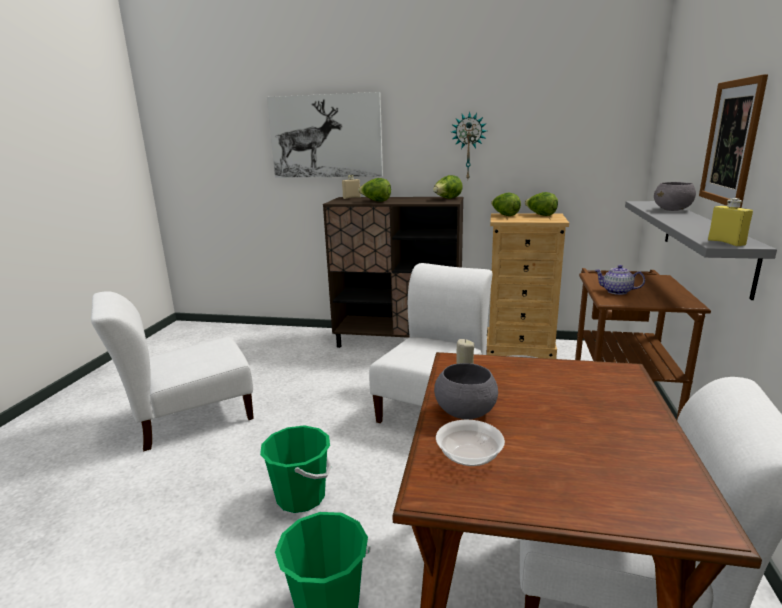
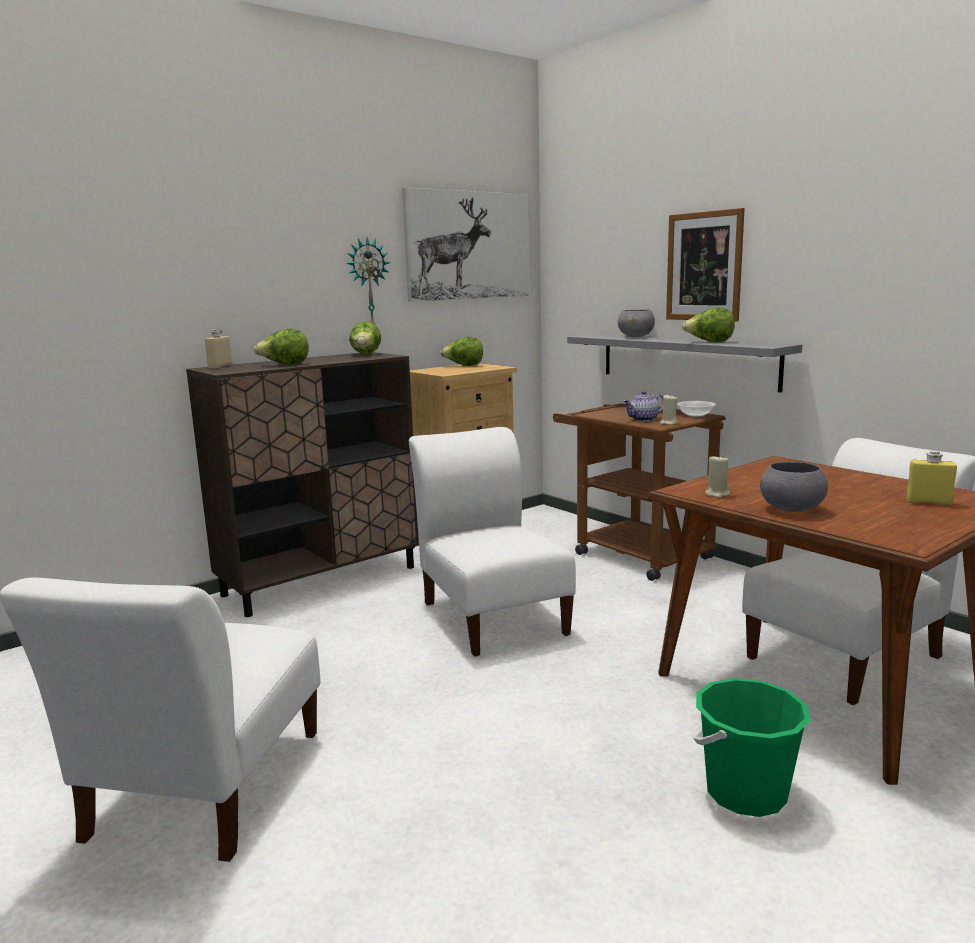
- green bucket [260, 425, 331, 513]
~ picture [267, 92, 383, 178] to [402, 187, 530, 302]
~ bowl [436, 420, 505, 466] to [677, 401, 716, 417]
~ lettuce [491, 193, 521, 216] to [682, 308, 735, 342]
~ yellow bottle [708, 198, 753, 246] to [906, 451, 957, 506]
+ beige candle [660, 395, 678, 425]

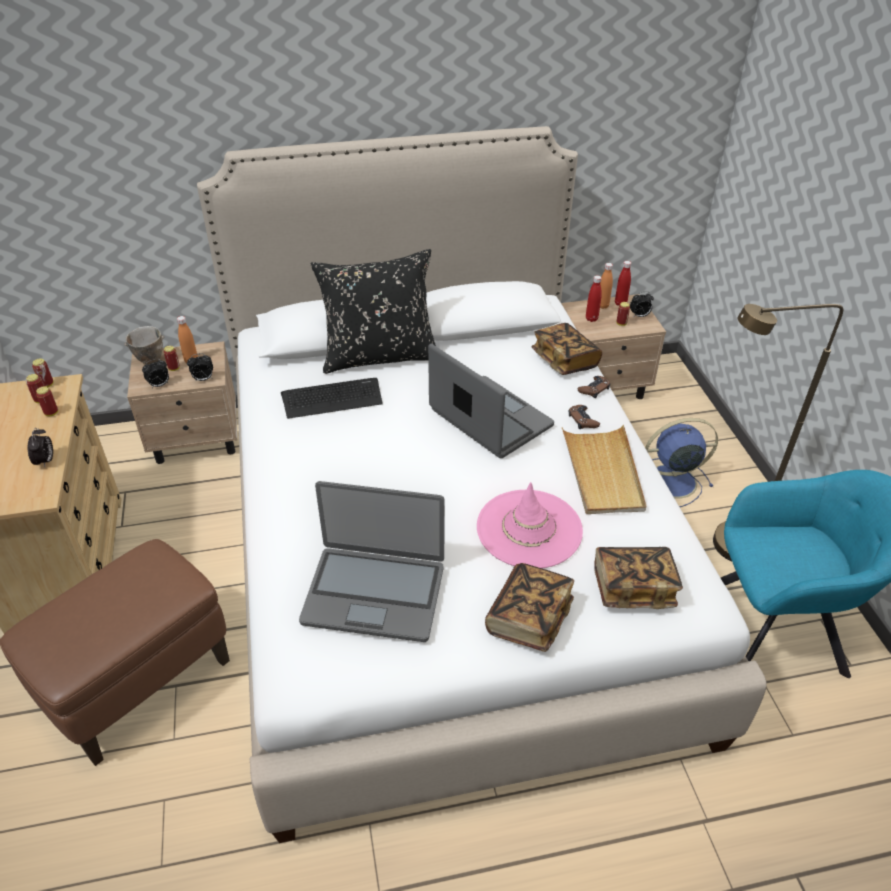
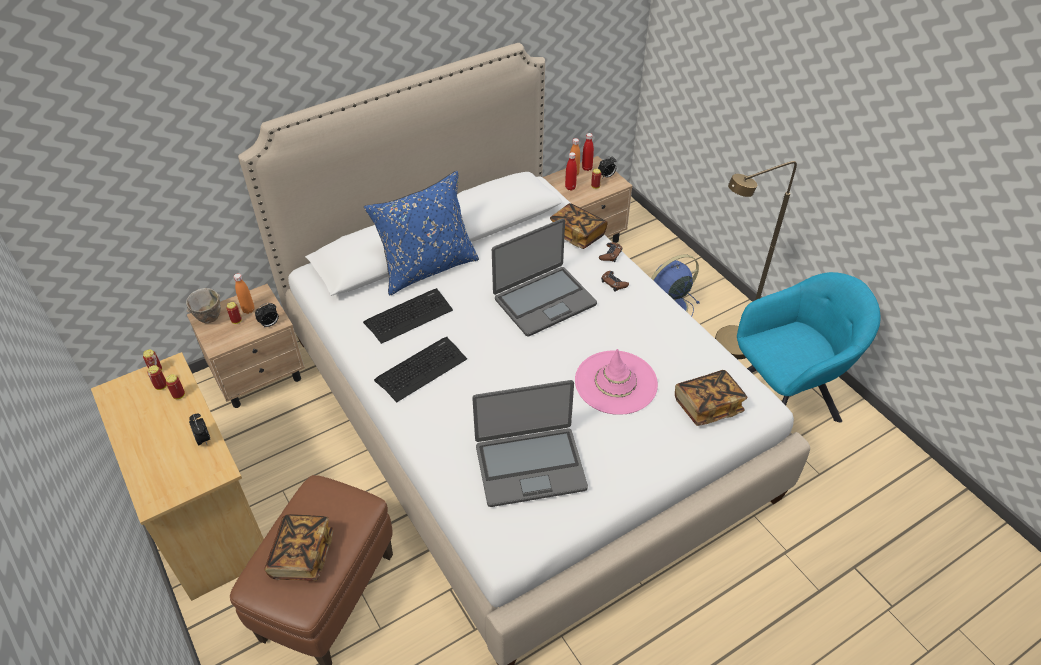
- alarm clock [142, 359, 169, 388]
~ black pillow [310, 249, 436, 374] to blue pillow [364, 171, 479, 295]
~ laptop [428, 344, 554, 458] = [492, 219, 597, 337] 120 degrees clockwise
~ book [485, 563, 574, 652] to [264, 514, 334, 581]
- beige tray [562, 425, 646, 514]
+ keyboard [374, 337, 467, 402]

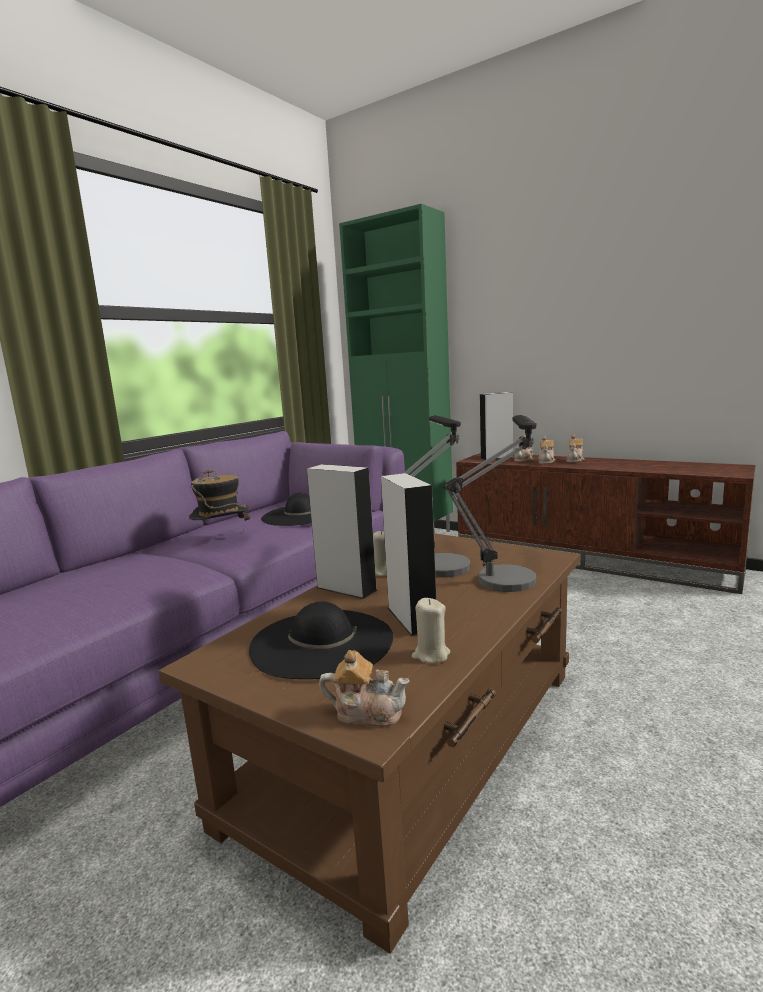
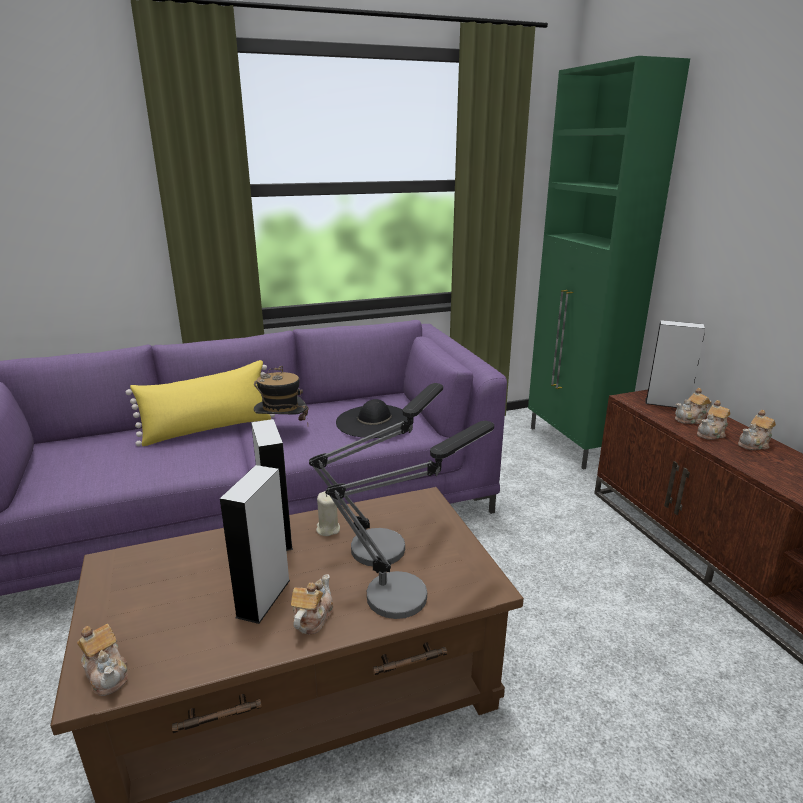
- black hat [249, 601, 393, 679]
- beige candle [412, 598, 450, 664]
+ yellow pillow [126, 360, 275, 446]
+ teapot [291, 574, 333, 634]

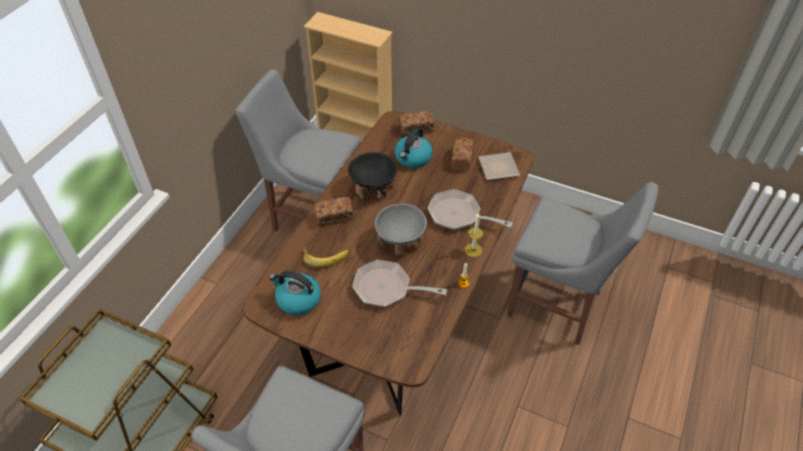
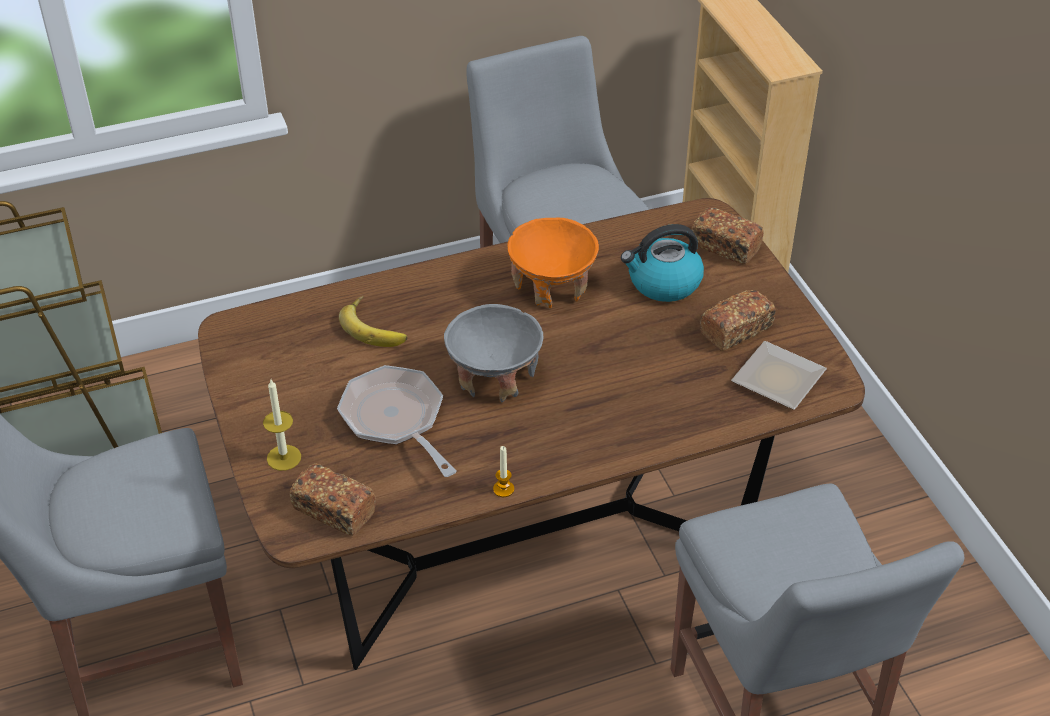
- kettle [269, 271, 321, 315]
~ bread [314, 197, 353, 226] to [290, 463, 376, 536]
~ black bowl [348, 152, 397, 200] to orange bowl [507, 218, 599, 308]
- frying pan [427, 189, 513, 230]
~ candle [465, 213, 483, 257] to [263, 380, 301, 471]

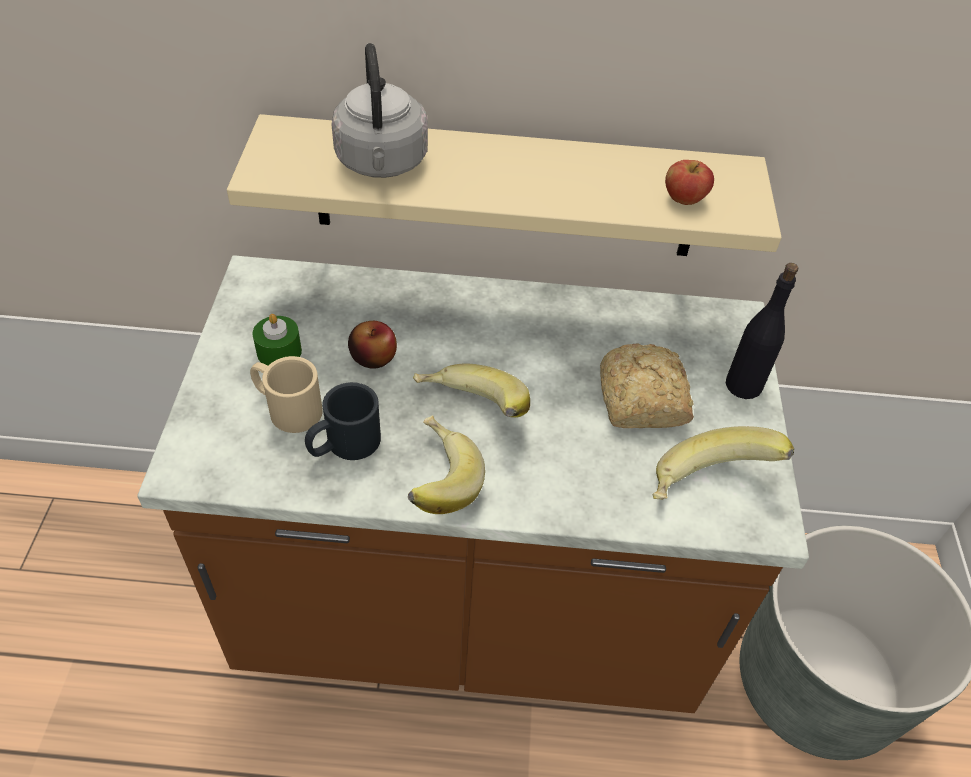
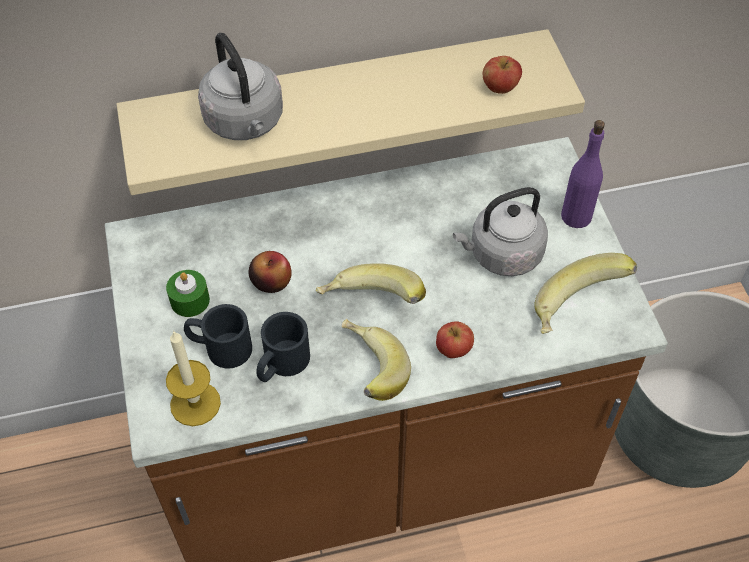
~ beige mug [250, 356, 323, 433] to black mug [184, 304, 252, 369]
~ bread [600, 344, 694, 428] to grey kettle [453, 187, 548, 276]
~ black bottle [726, 263, 798, 399] to purple bottle [561, 120, 605, 228]
+ candle [166, 330, 221, 426]
+ apple [436, 321, 474, 358]

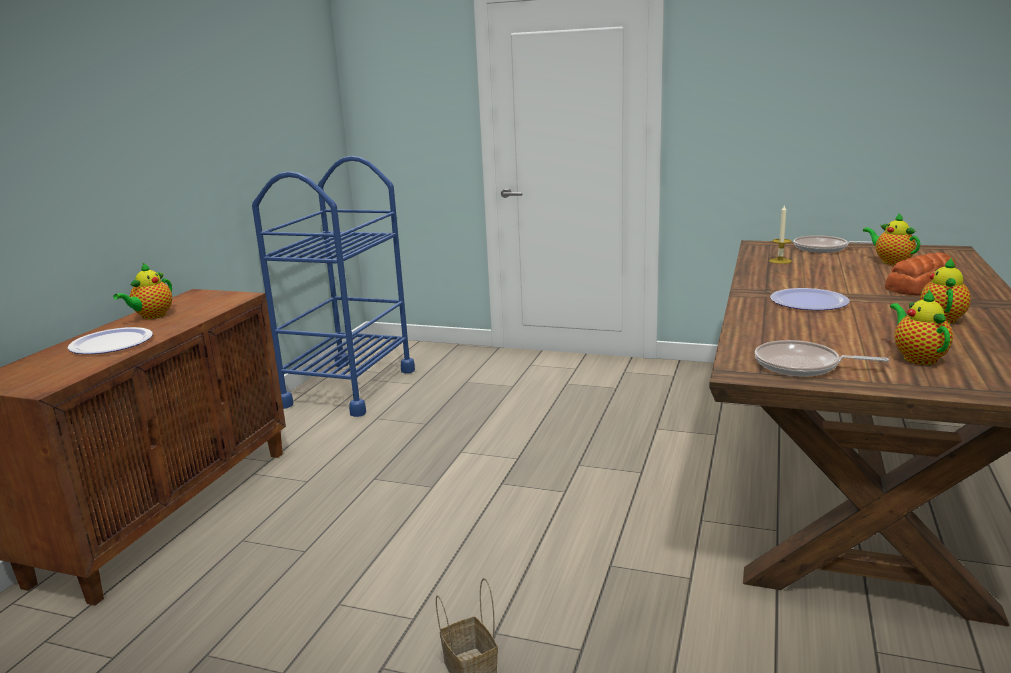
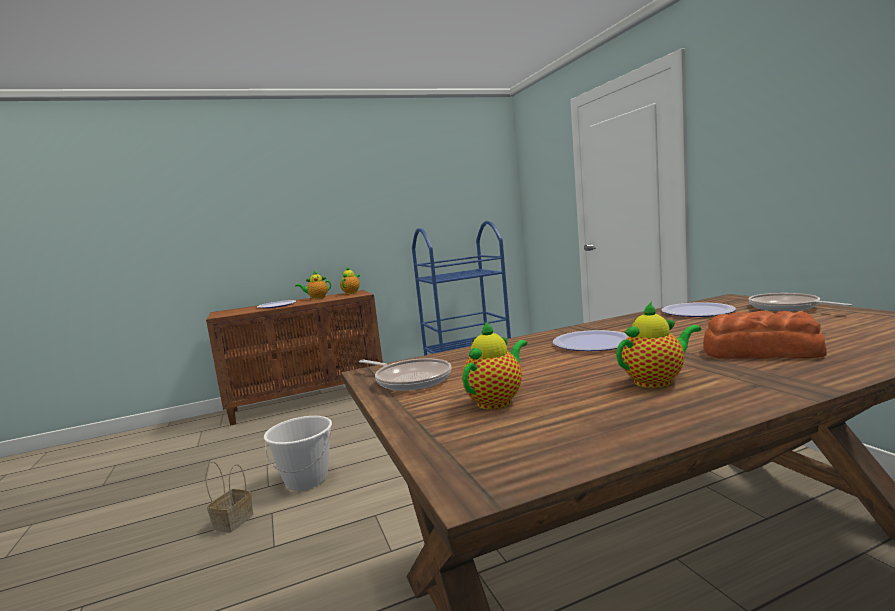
~ frying pan [755, 340, 890, 377] = [359, 358, 451, 391] 150 degrees clockwise
~ candle [769, 204, 792, 264] to plate [661, 302, 736, 317]
~ teapot [863, 213, 920, 265] to [340, 266, 360, 294]
+ white bucket [264, 416, 332, 491]

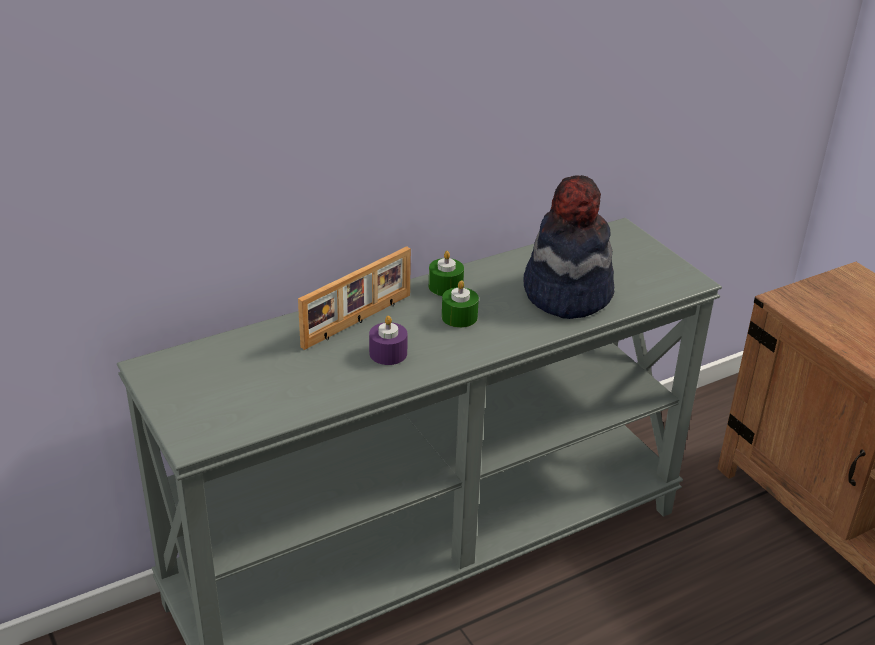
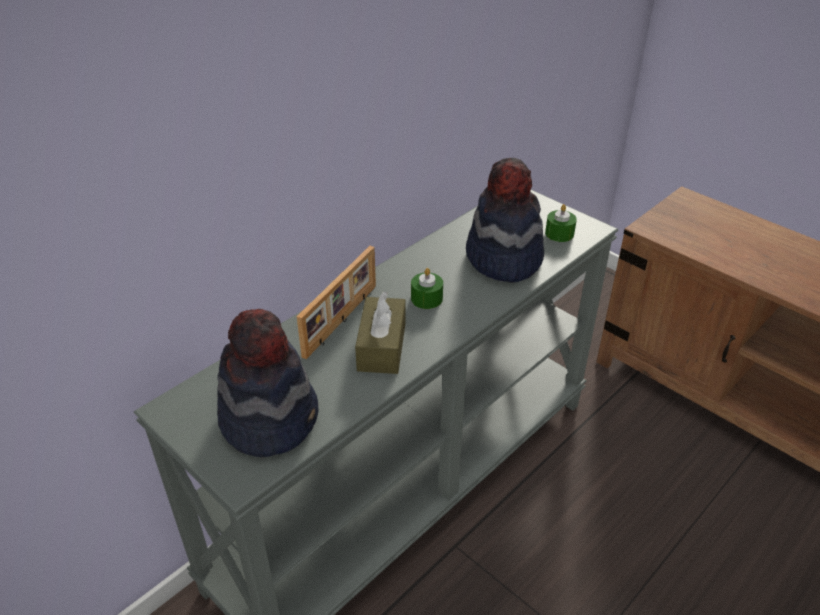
~ purple candle [369, 316, 408, 365] to brown tissue box [355, 291, 405, 374]
~ green candle [429, 251, 464, 296] to [545, 204, 577, 242]
+ hat [217, 309, 318, 457]

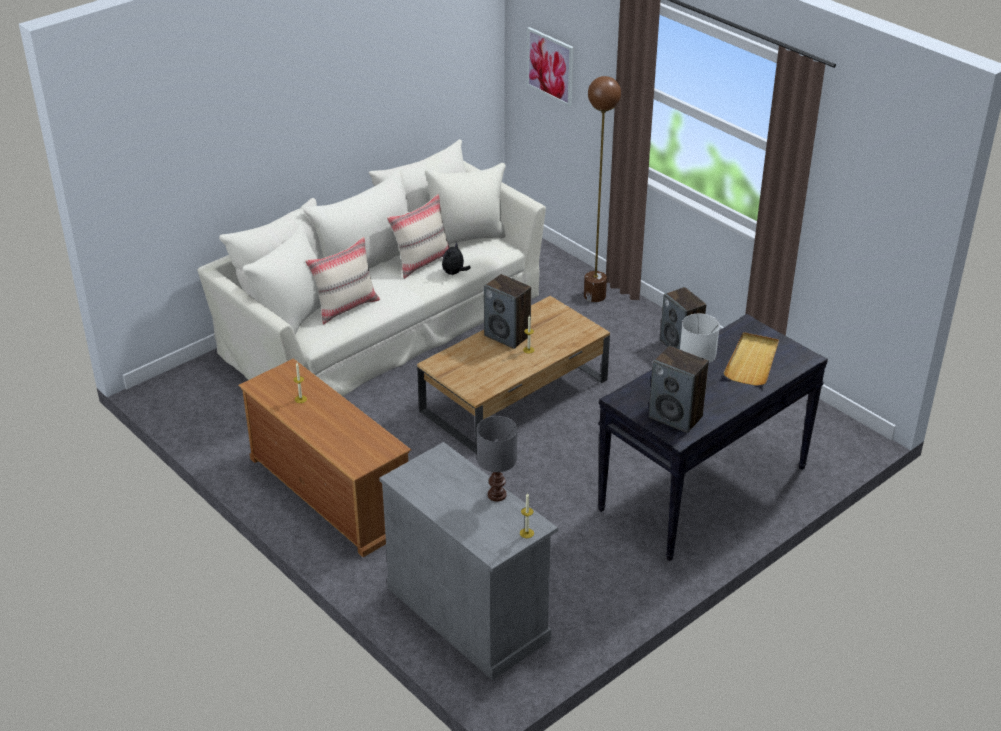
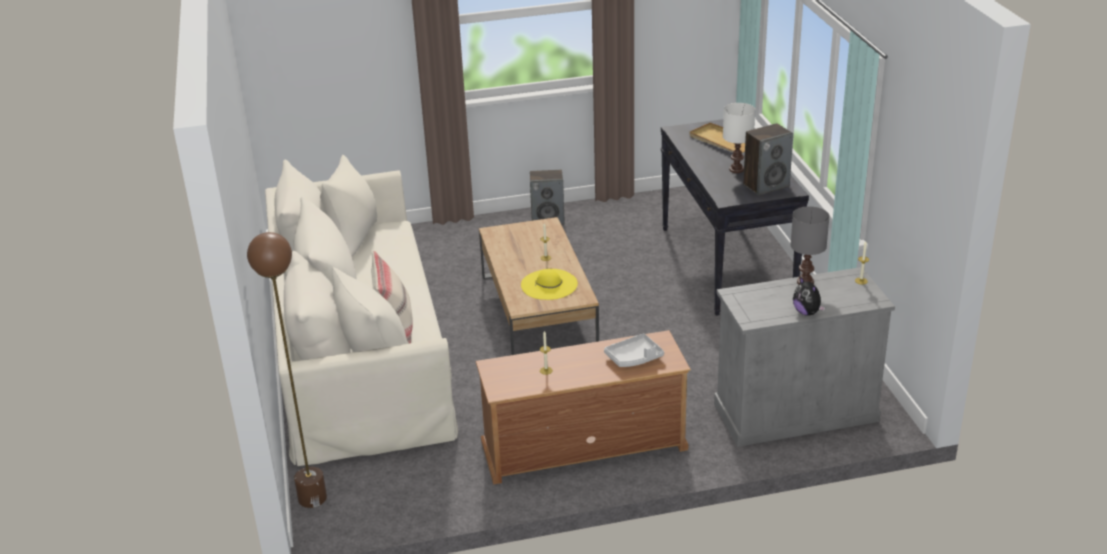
- beige pillow [387, 194, 450, 279]
~ plush toy [442, 242, 471, 275] to [793, 277, 825, 316]
- speaker [484, 274, 531, 349]
- picture [527, 27, 574, 107]
~ brown floor lamp [584, 76, 621, 302] to [247, 232, 327, 508]
+ yellow hat [521, 269, 578, 300]
+ grey tray [604, 333, 664, 367]

